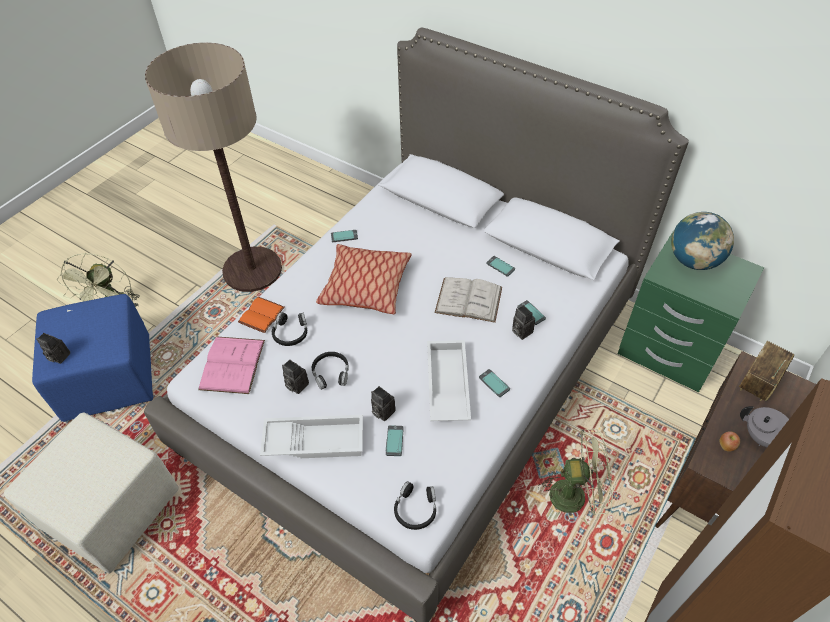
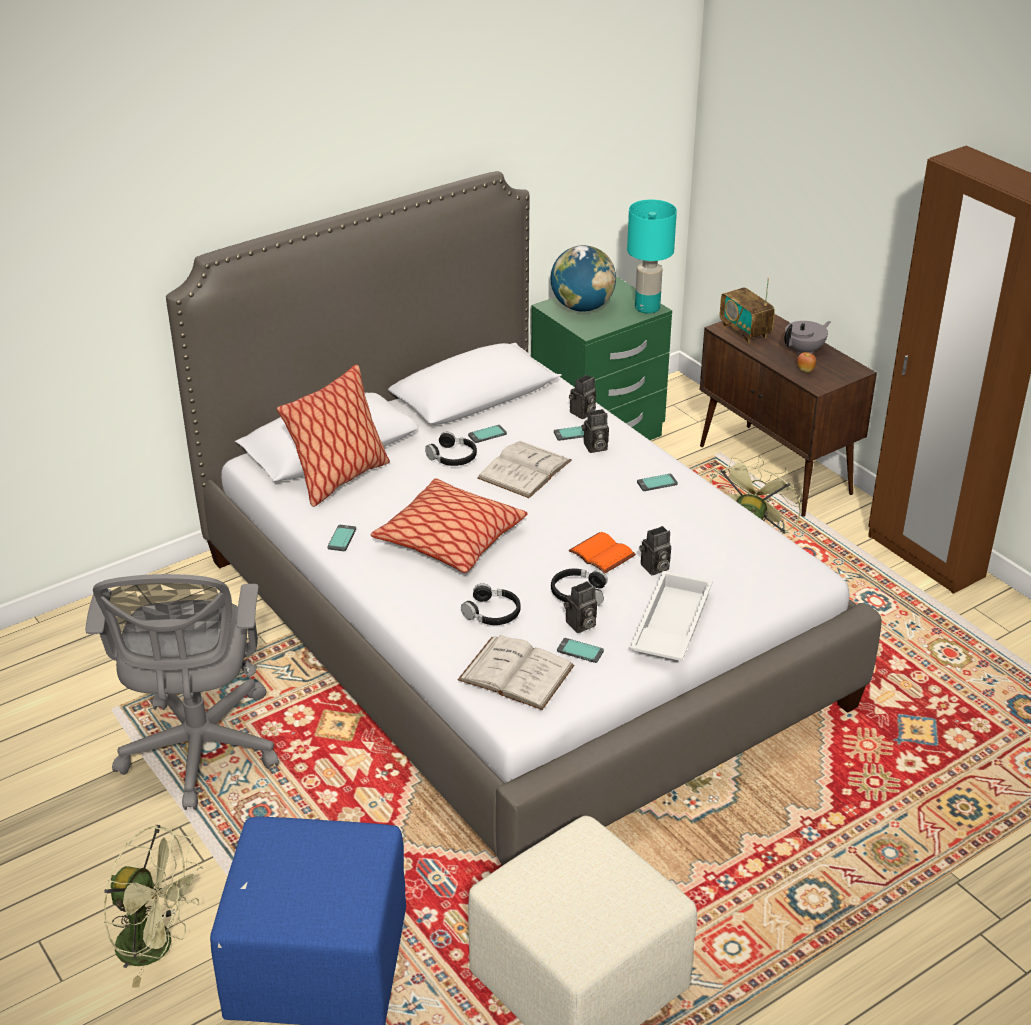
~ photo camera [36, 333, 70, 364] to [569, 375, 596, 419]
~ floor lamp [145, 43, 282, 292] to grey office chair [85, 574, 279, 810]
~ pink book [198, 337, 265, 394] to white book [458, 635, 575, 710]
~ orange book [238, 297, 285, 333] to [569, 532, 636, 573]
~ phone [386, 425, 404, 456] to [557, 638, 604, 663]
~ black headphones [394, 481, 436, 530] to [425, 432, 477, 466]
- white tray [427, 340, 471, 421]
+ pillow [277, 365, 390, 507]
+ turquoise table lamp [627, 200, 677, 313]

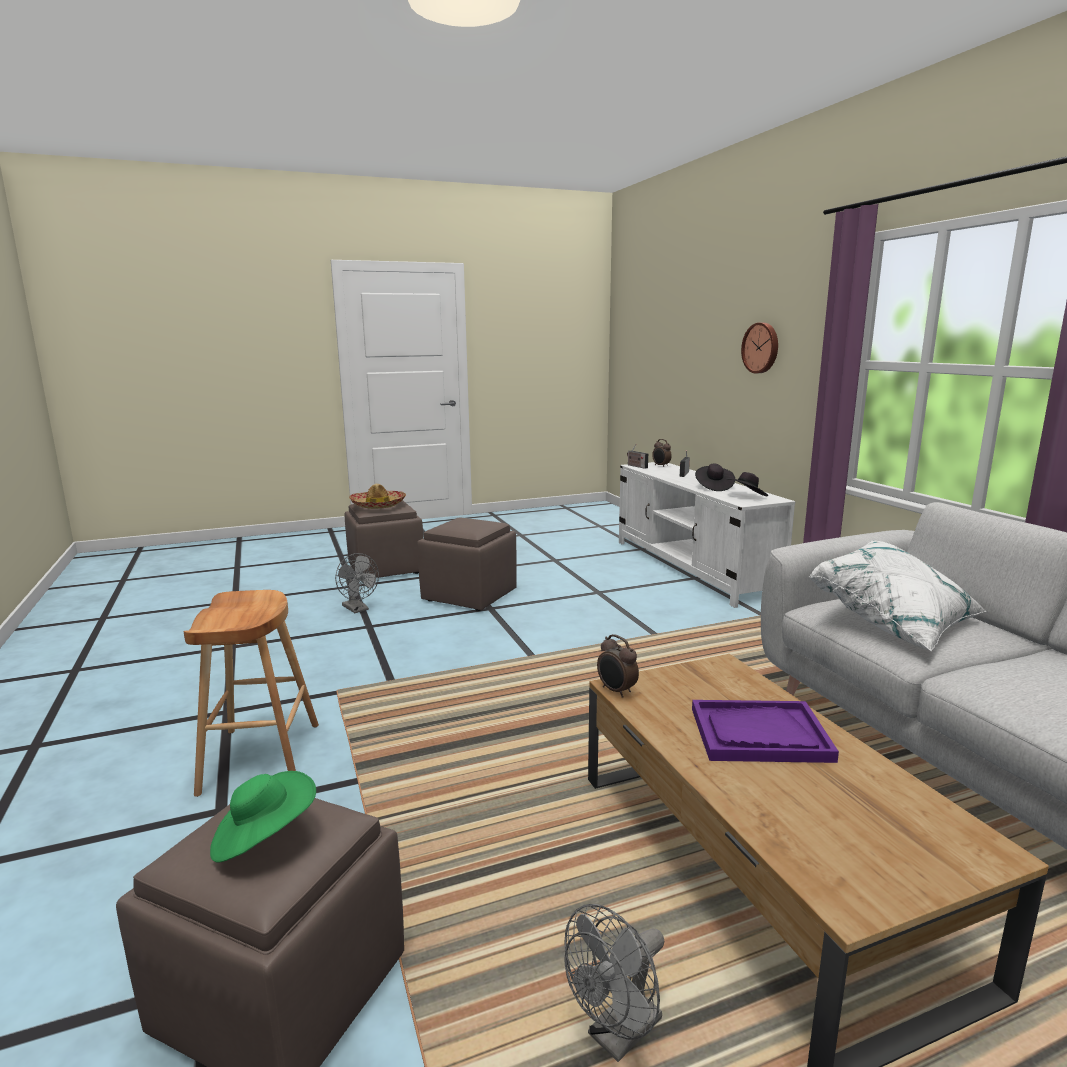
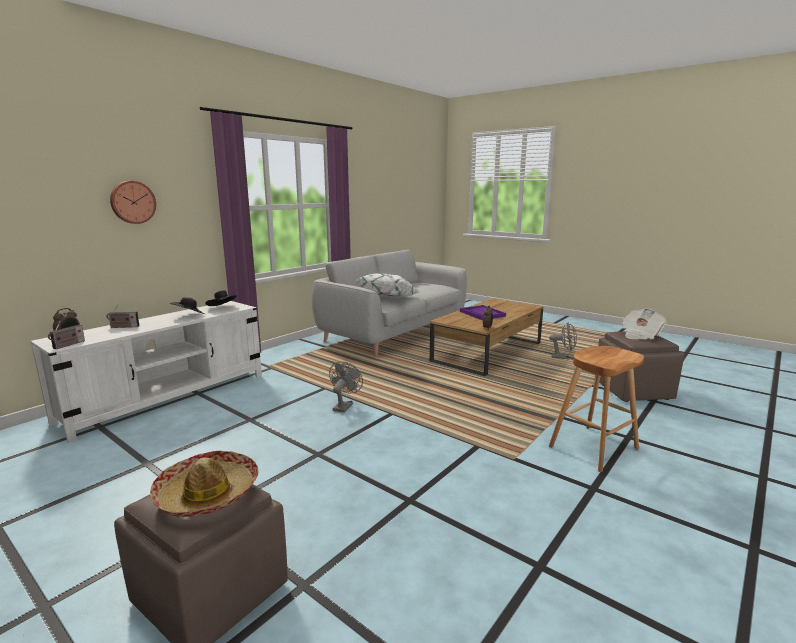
~ green hat [210, 771, 316, 863] to newspaper [622, 308, 667, 339]
~ grey fan [335, 553, 379, 613] to [329, 362, 363, 413]
- brown ottoman [417, 518, 517, 611]

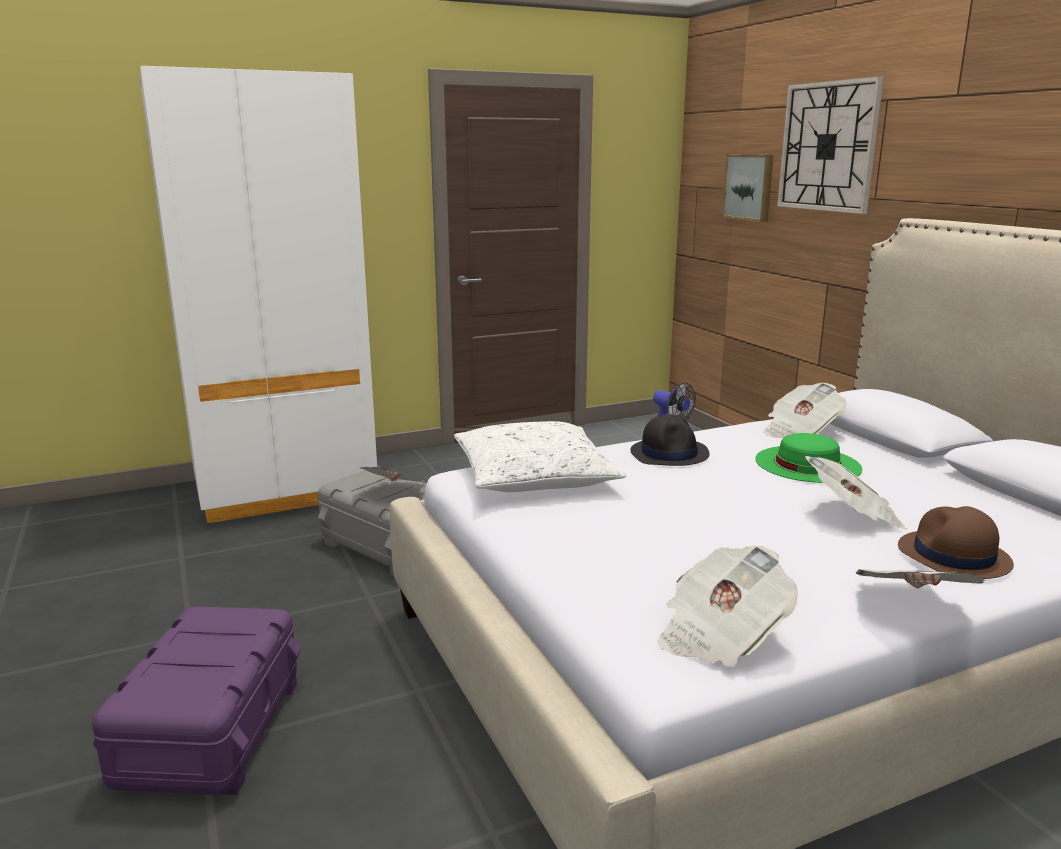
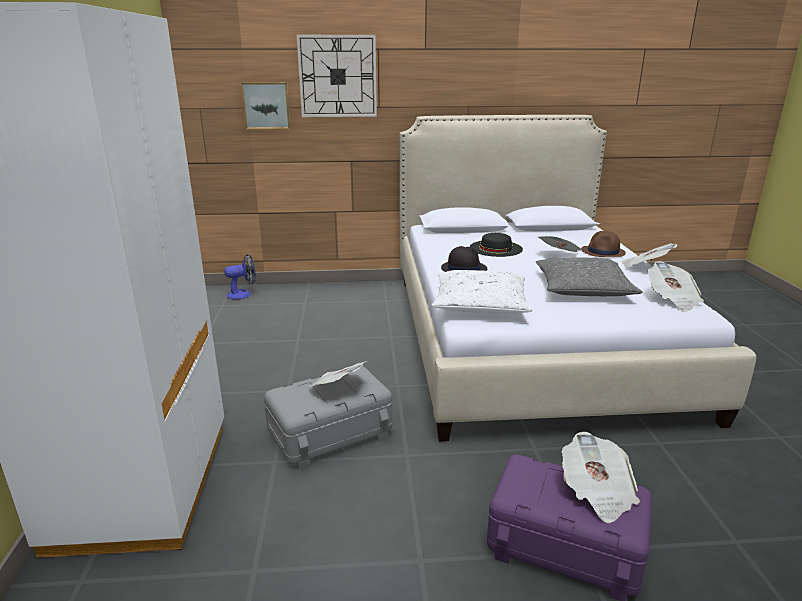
~ green hat [755, 433, 862, 483] to black hat [470, 233, 523, 257]
~ newspaper [764, 383, 846, 438] to [562, 432, 640, 523]
+ grey pillow [536, 257, 642, 296]

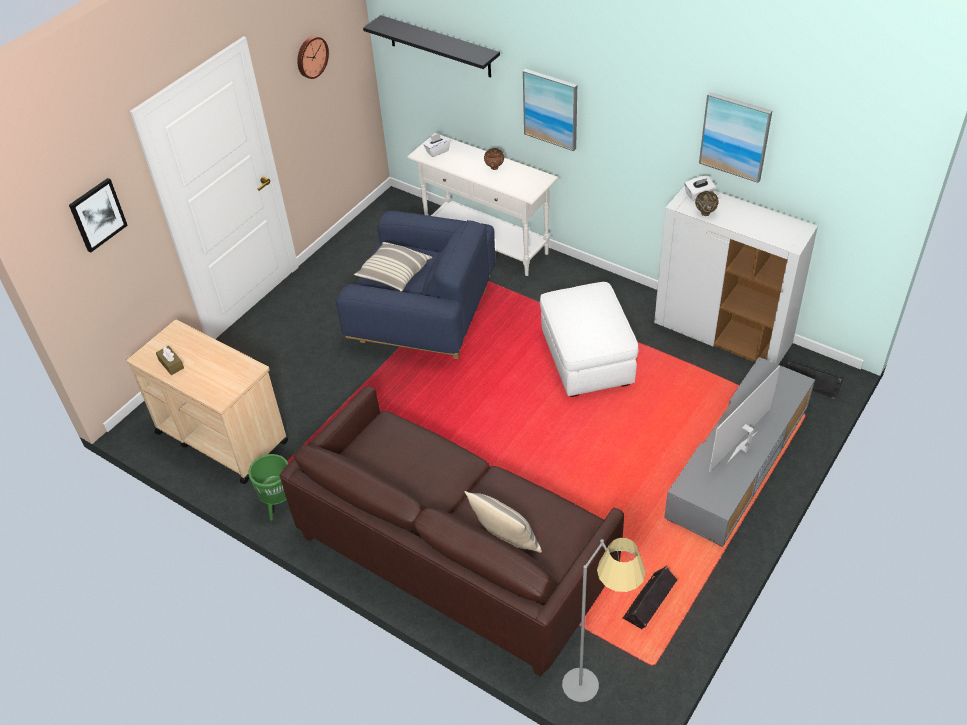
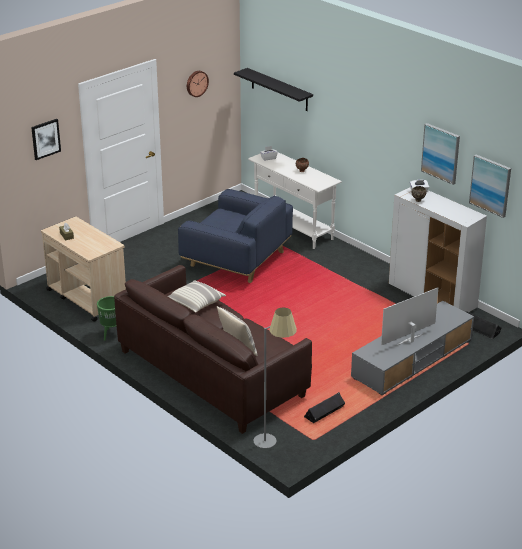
~ pillow [354, 242, 432, 292] to [168, 280, 226, 313]
~ picture [523, 69, 577, 151] to [469, 155, 511, 218]
- white ottoman [540, 282, 638, 397]

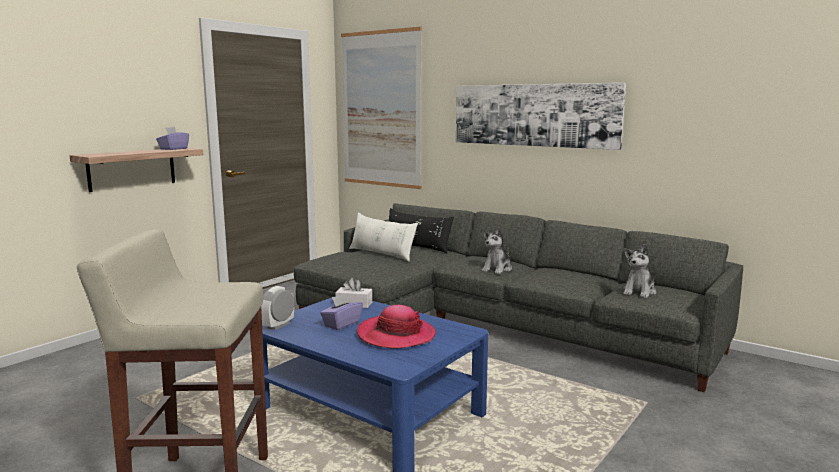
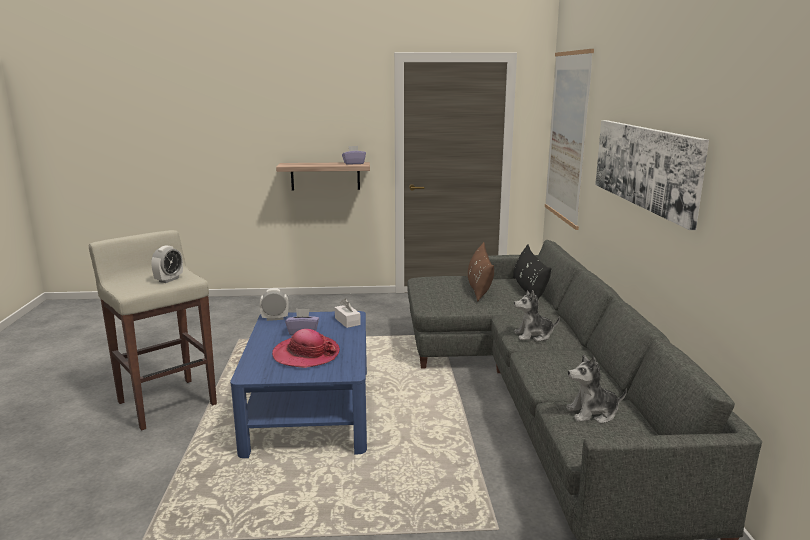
~ white pillow [349, 212, 418, 262] to brown pillow [468, 242, 494, 301]
+ alarm clock [151, 245, 183, 283]

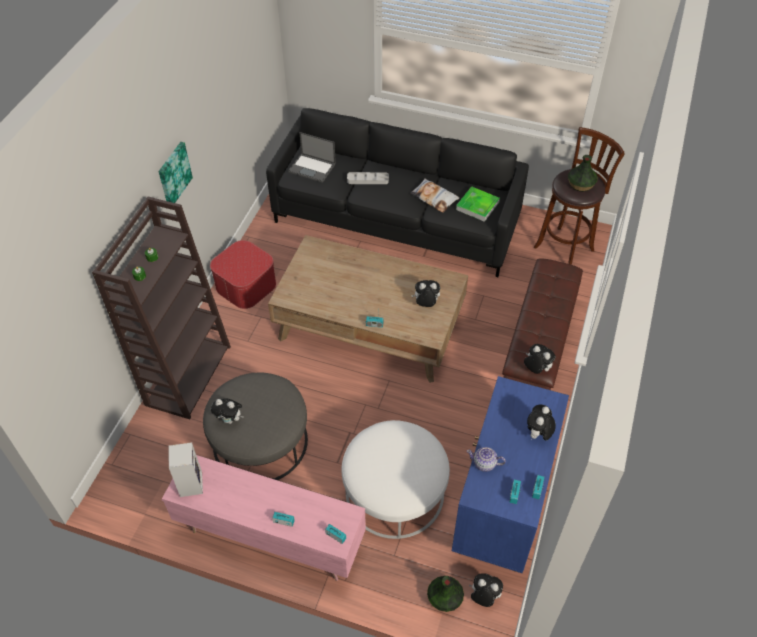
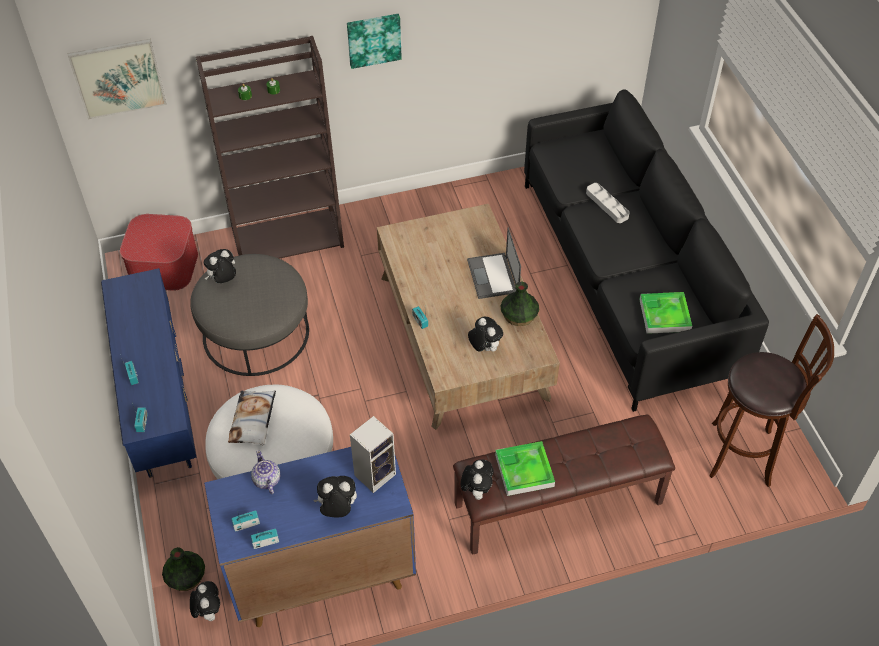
~ pink tv stand [162, 455, 366, 581] to blue tv stand [101, 268, 197, 478]
~ speaker [168, 442, 203, 497] to [350, 416, 396, 493]
~ ottoman [210, 240, 276, 309] to [120, 214, 198, 291]
~ plush toy [211, 398, 244, 424] = [204, 249, 236, 283] 75 degrees clockwise
~ laptop [288, 132, 336, 183] to [467, 228, 521, 299]
~ pillow [410, 178, 460, 213] to [228, 390, 276, 445]
~ vase [568, 155, 598, 192] to [500, 282, 539, 326]
+ picture [67, 39, 167, 119]
+ tray [495, 441, 555, 496]

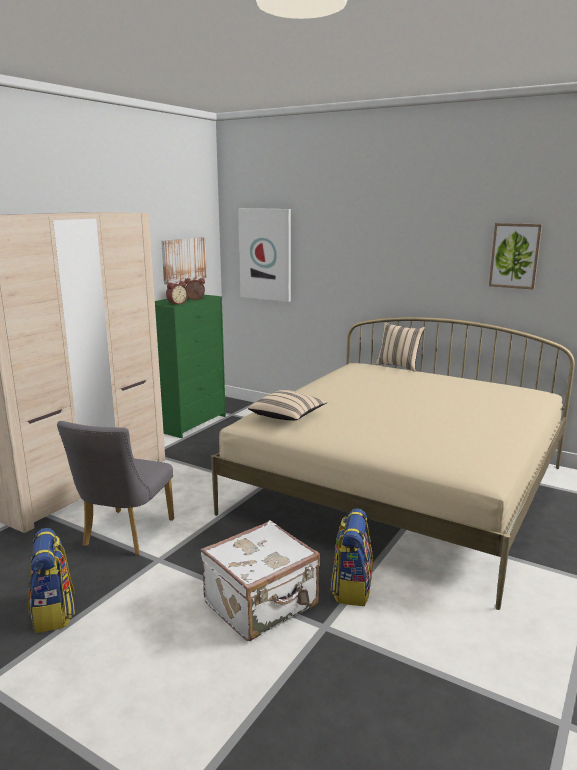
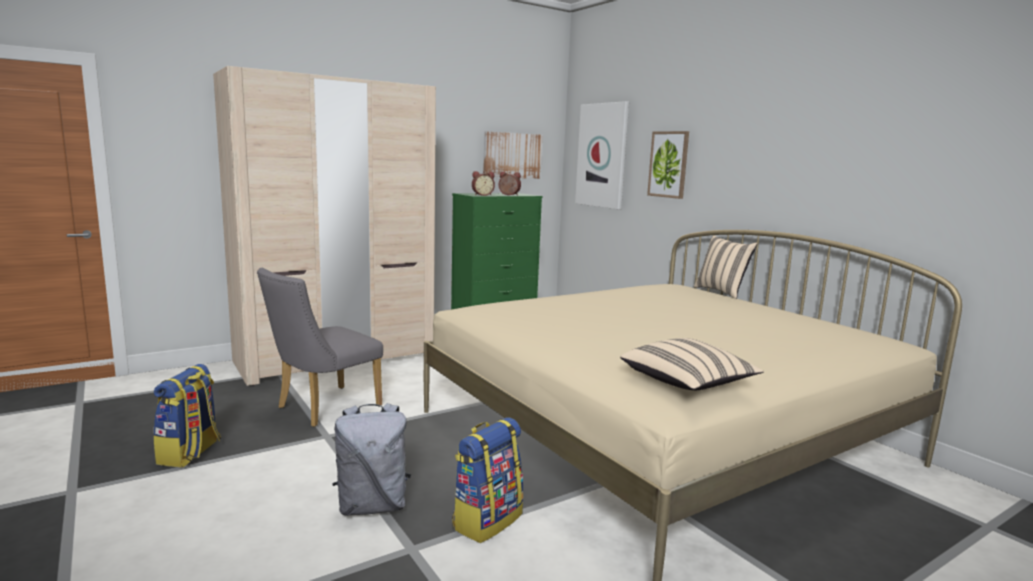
~ white suitcase [201, 520, 320, 641] to grey backpack [332, 403, 411, 516]
~ beige pillow [248, 390, 327, 420] to [620, 338, 764, 390]
~ picture [489, 223, 542, 290] to [647, 131, 689, 199]

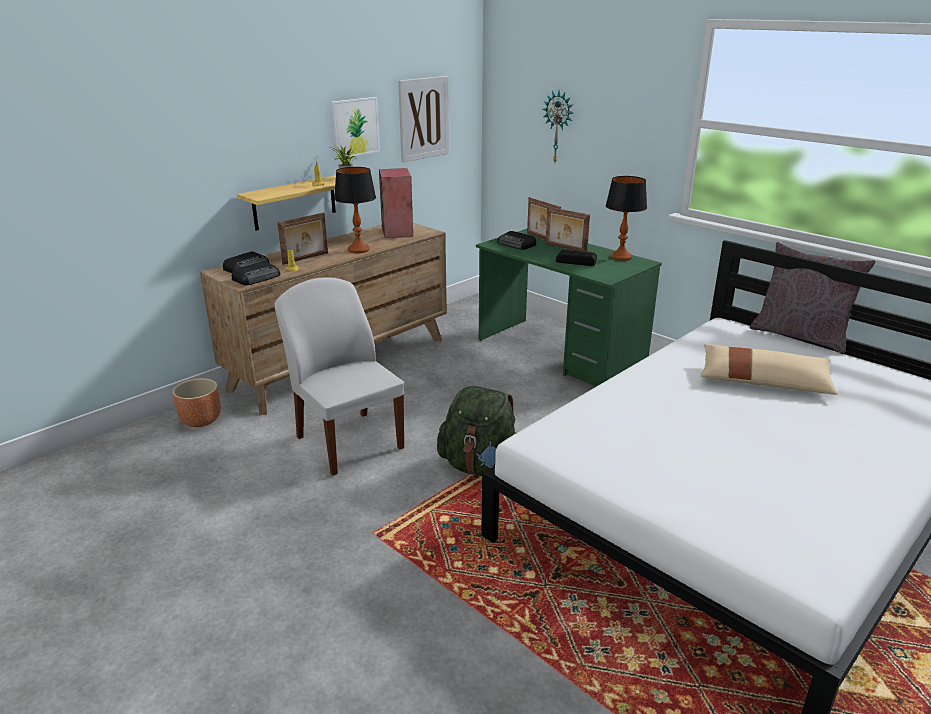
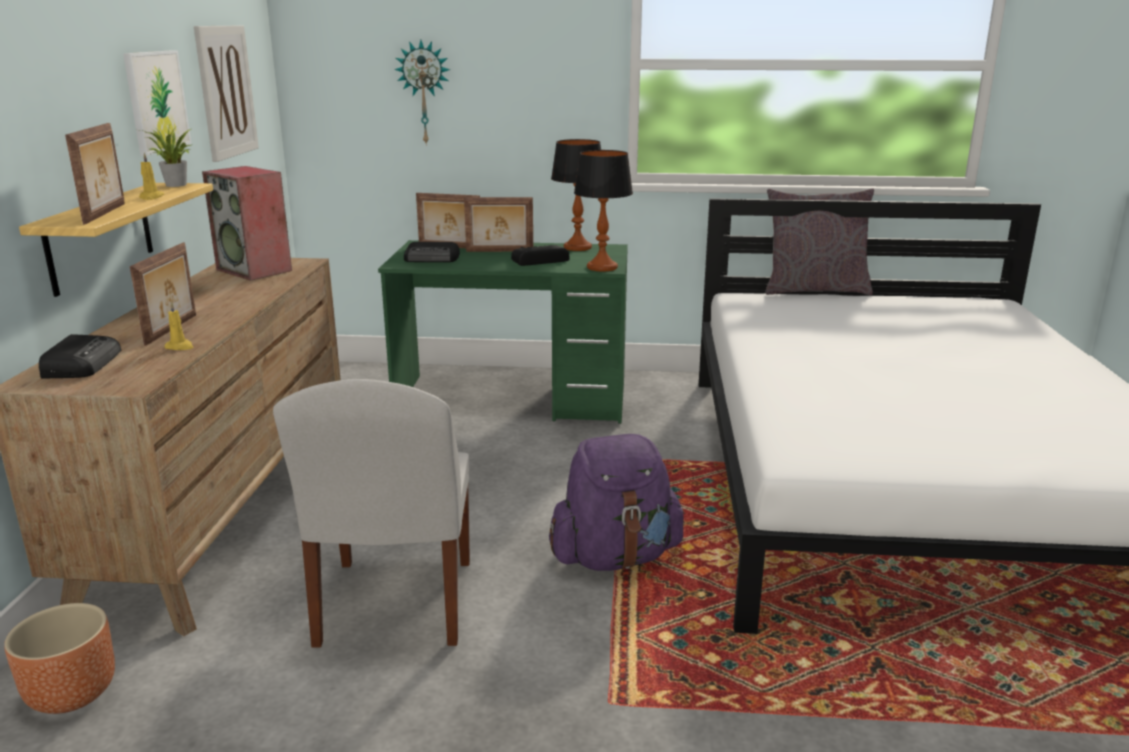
- radio [231, 261, 280, 285]
~ white chair [274, 278, 404, 475] = [273, 379, 470, 648] 105 degrees counterclockwise
~ table lamp [334, 167, 376, 253] to [574, 150, 633, 271]
~ green backpack [437, 386, 516, 476] to purple backpack [549, 434, 685, 571]
- beige pillow [701, 344, 838, 395]
+ picture frame [65, 123, 125, 225]

